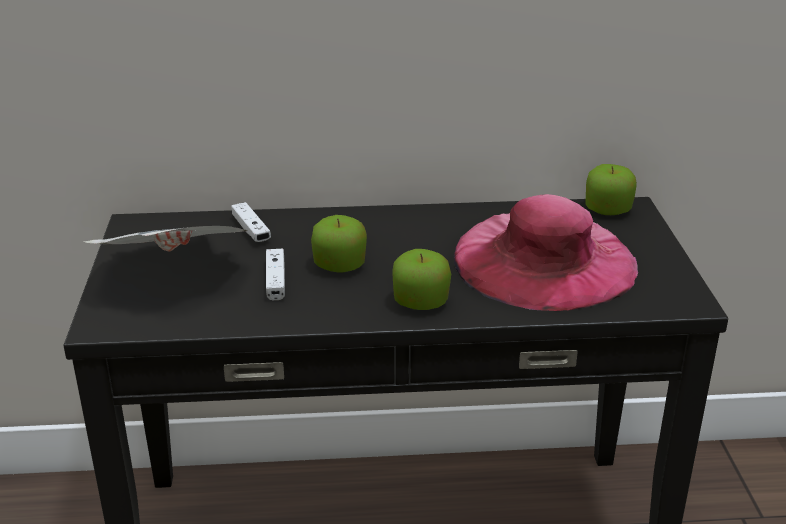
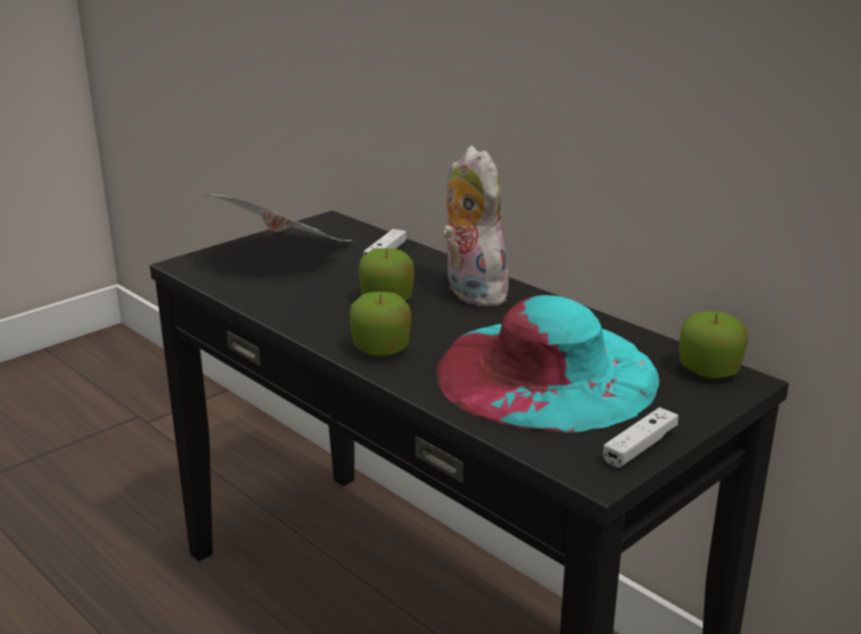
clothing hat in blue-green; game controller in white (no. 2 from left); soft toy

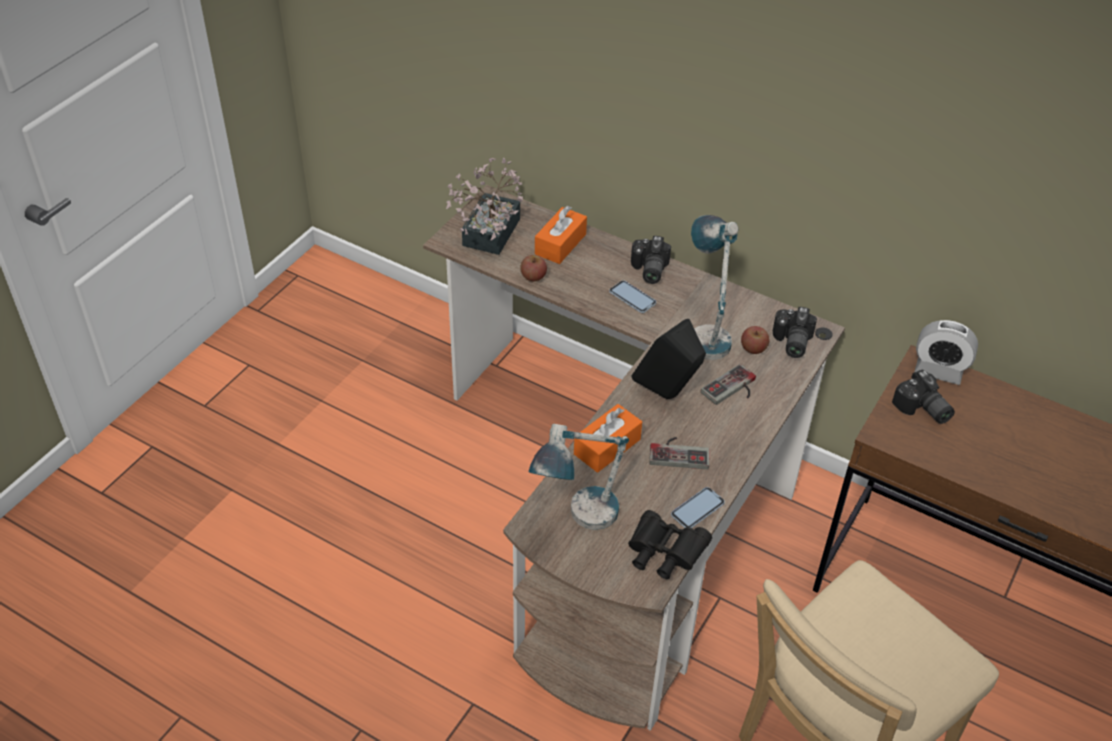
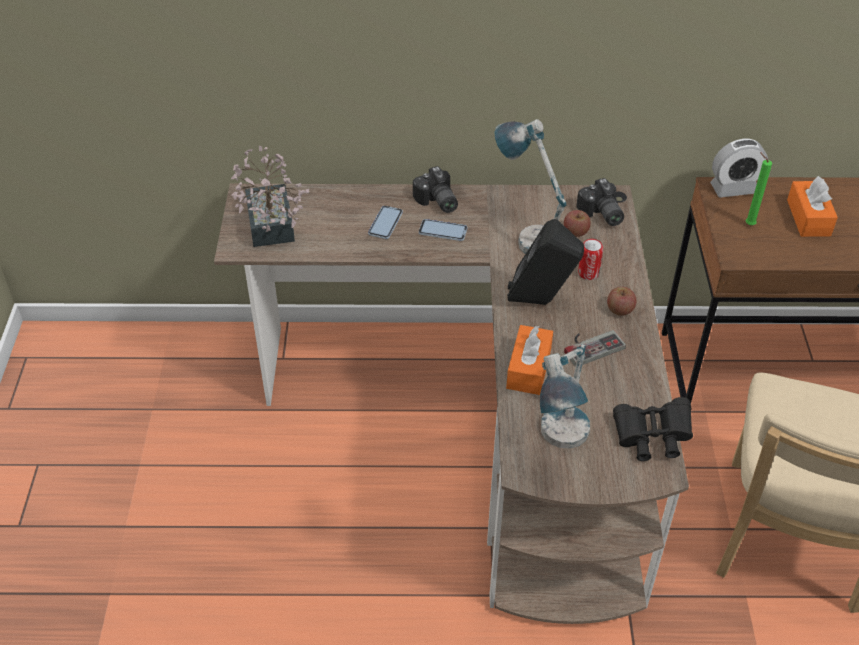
tissue box in orange (no. 2 from left); apple (no. 2 from left); can; wax candle in green-coloured; telephone (no. 1 from left)

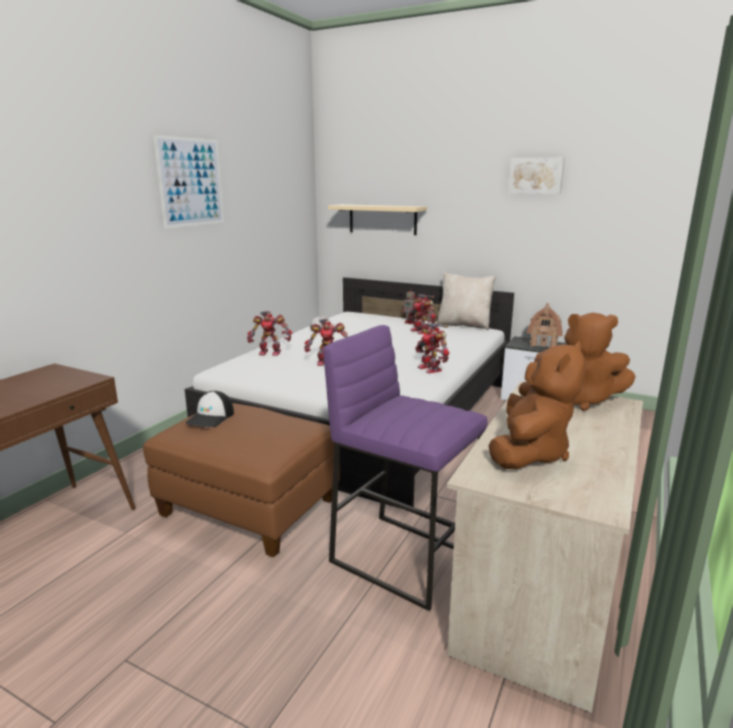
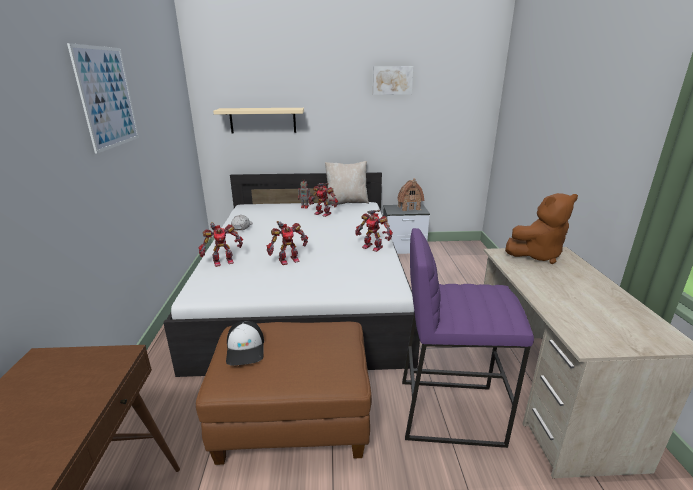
soft toy in brown-coloured (no. 1 from left in the first image)

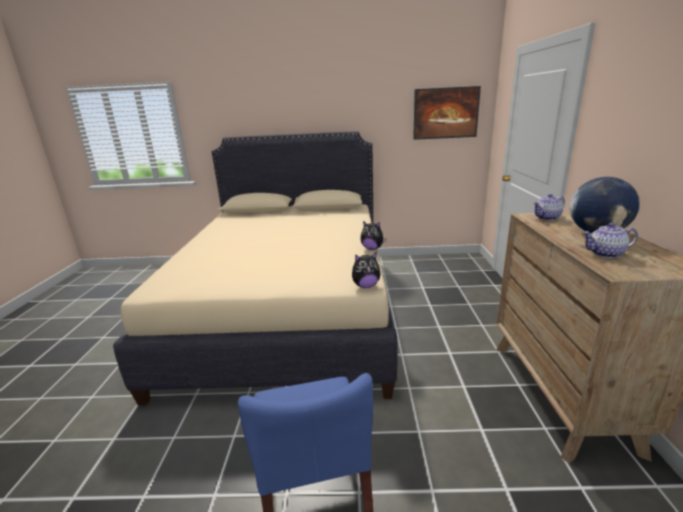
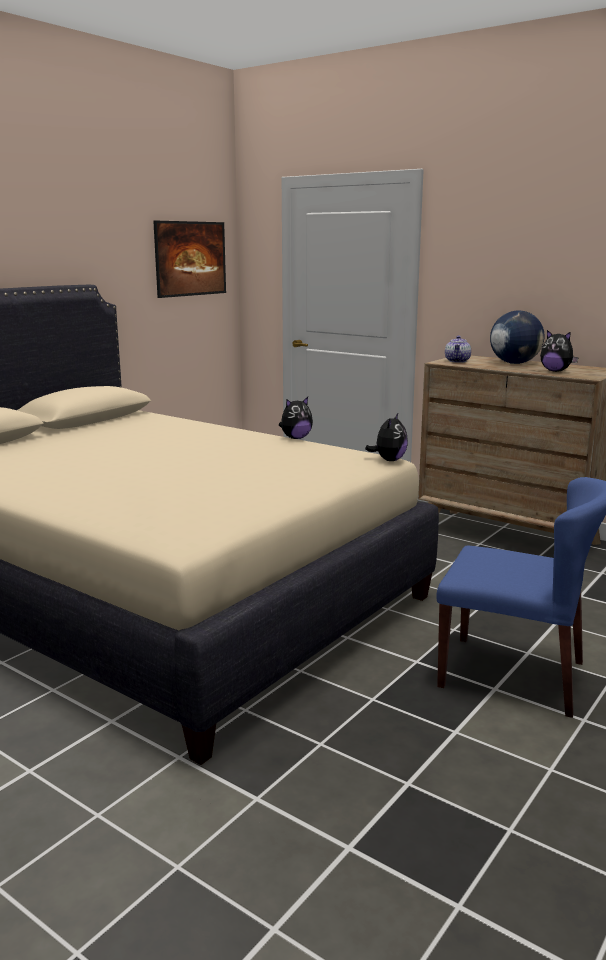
soft toy (no. 3 from left)

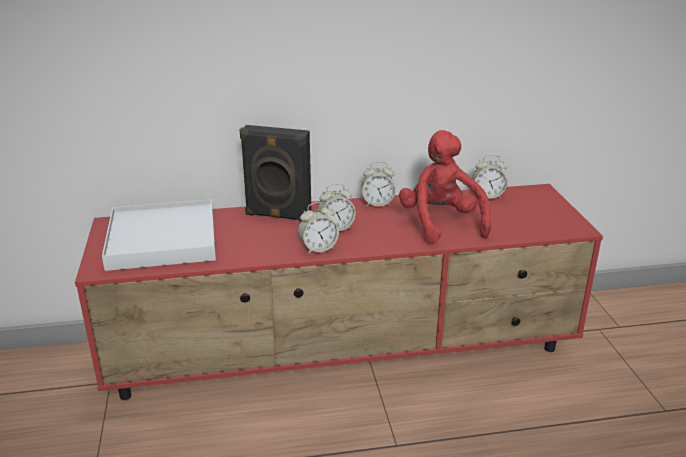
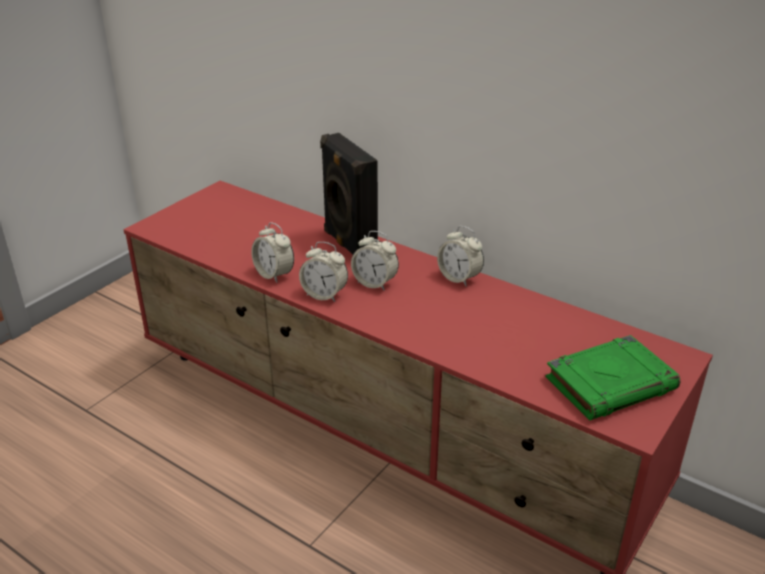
soft toy in red; bedside clock (no. 1 from left); carrying tray in white; volume in green-coloured

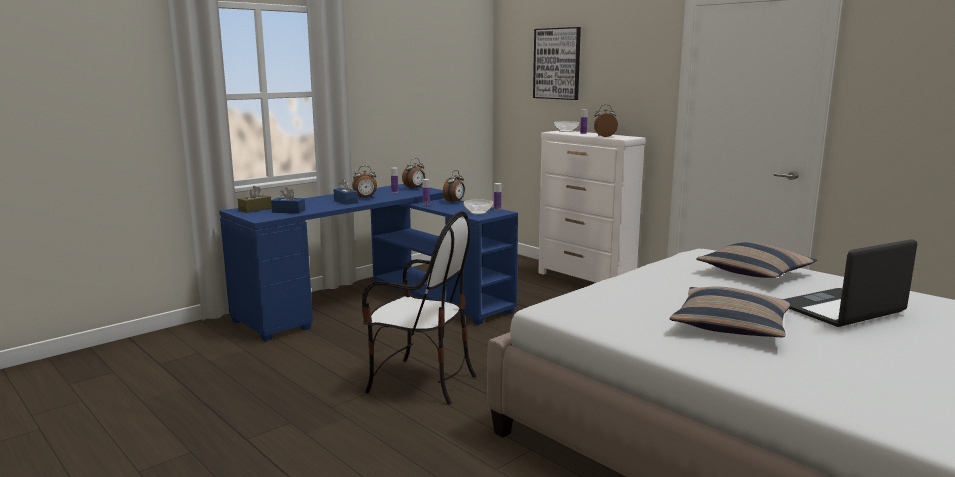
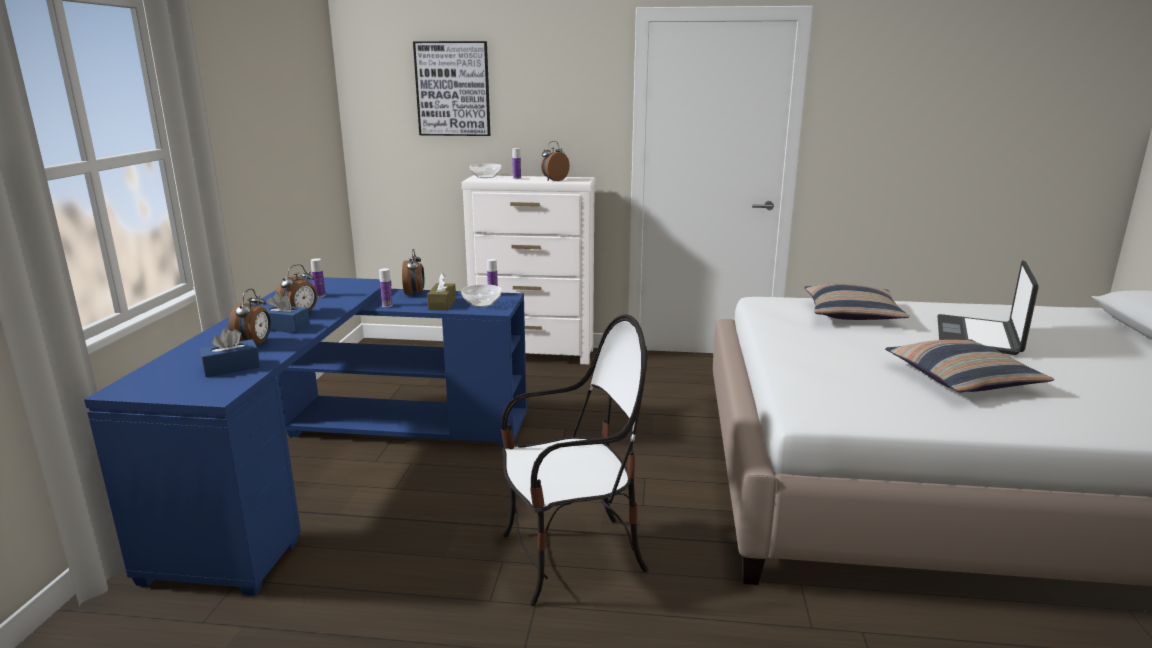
bedside clock (no. 1 from left); tissue box in brown-coloured

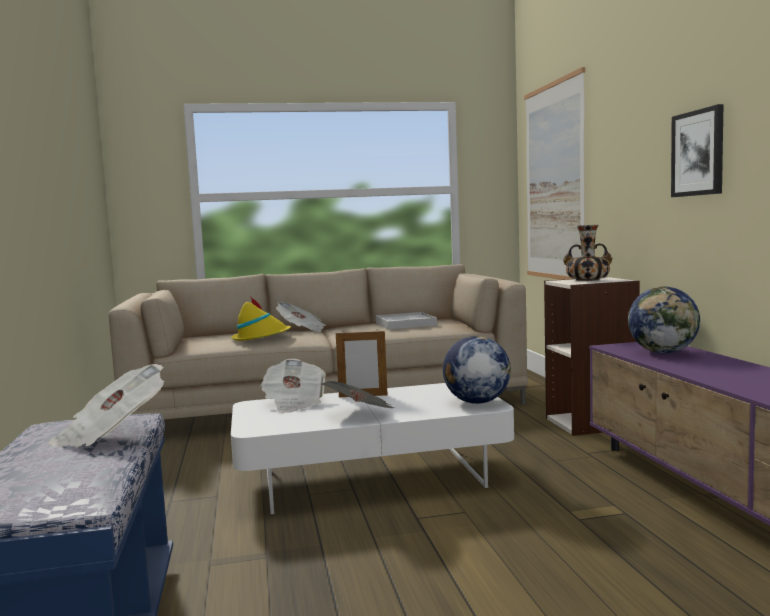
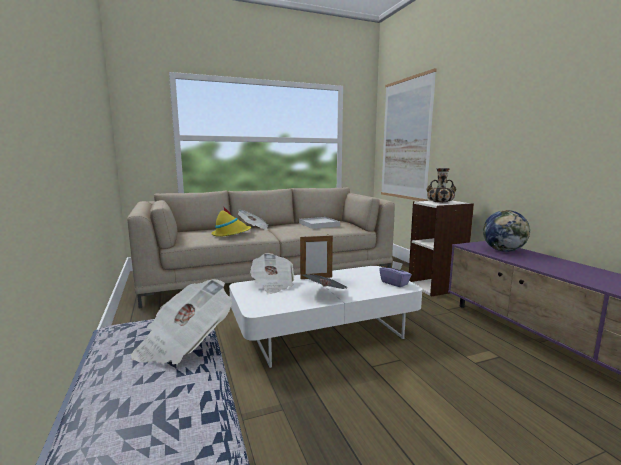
wall picture (no. 2 from left in the first image); tissue box in purplish

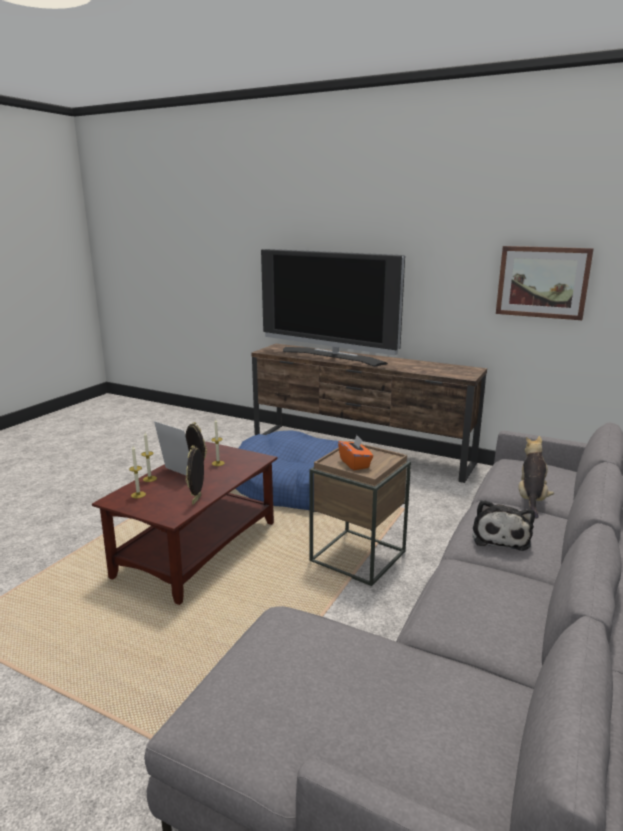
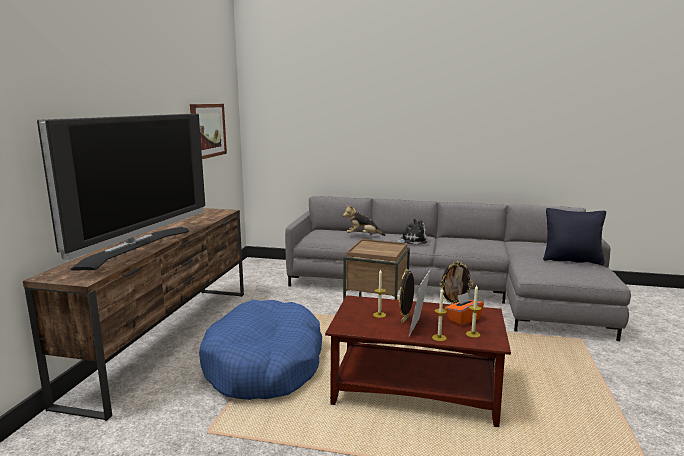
tissue box in orange; throw pillow in black-coloured

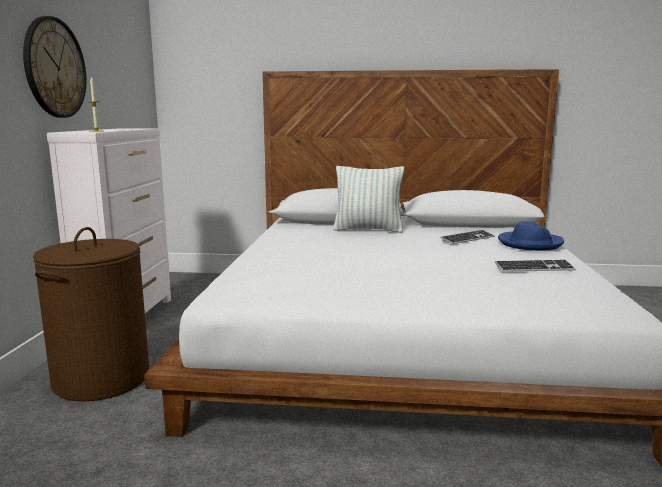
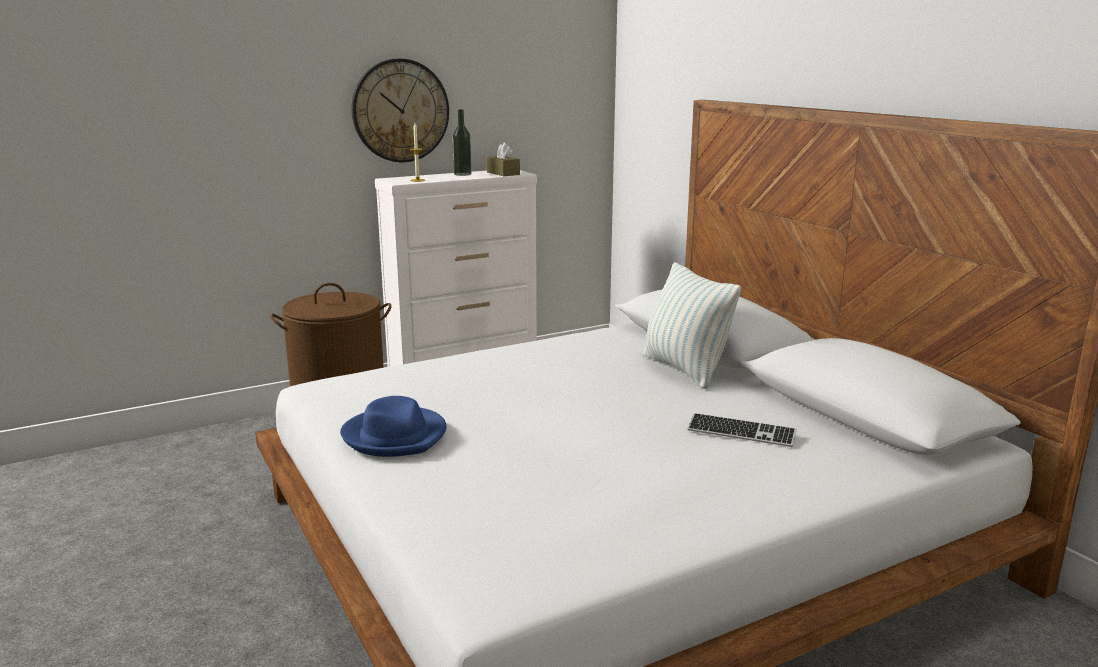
clothing hat in blue-coloured; computer keyboard (no. 2 from left in the first image); bottle; tissue box in brown-coloured

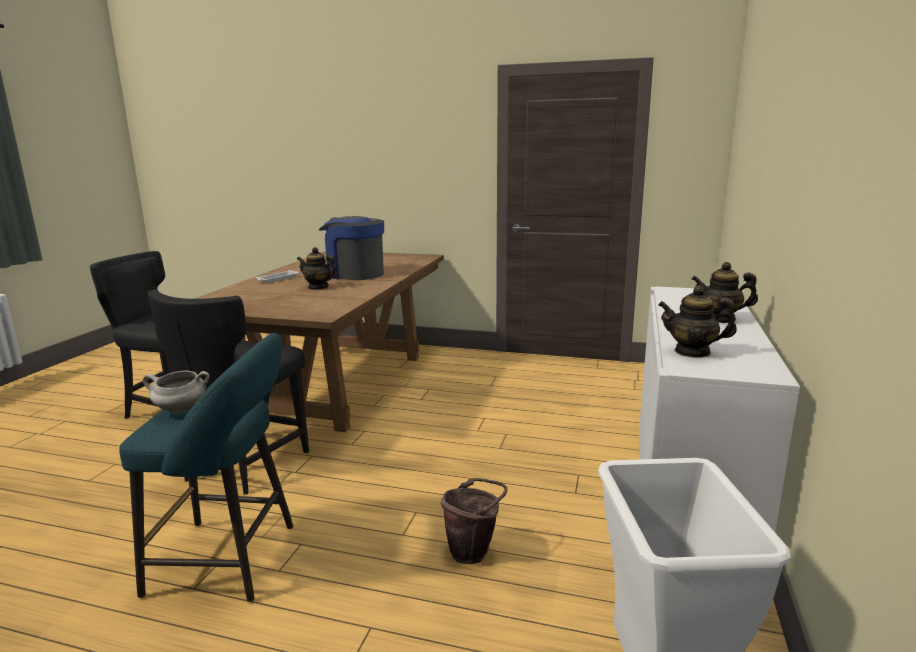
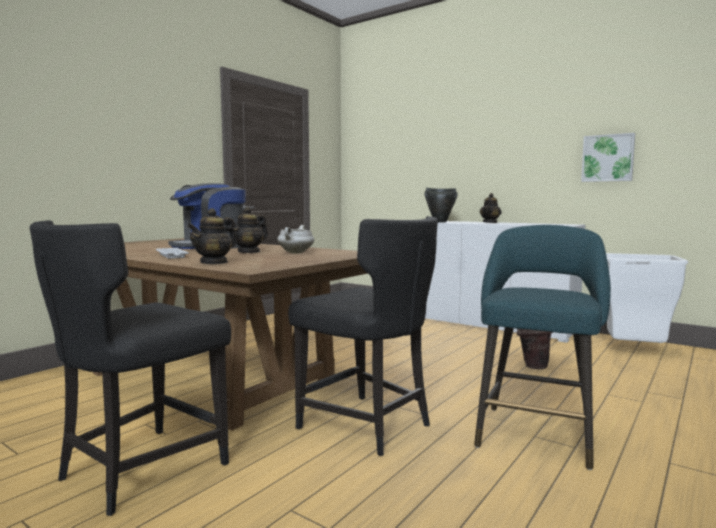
pot for tea (no. 1 from left); cooking pot in white; wall picture; cooking pot in black-coloured

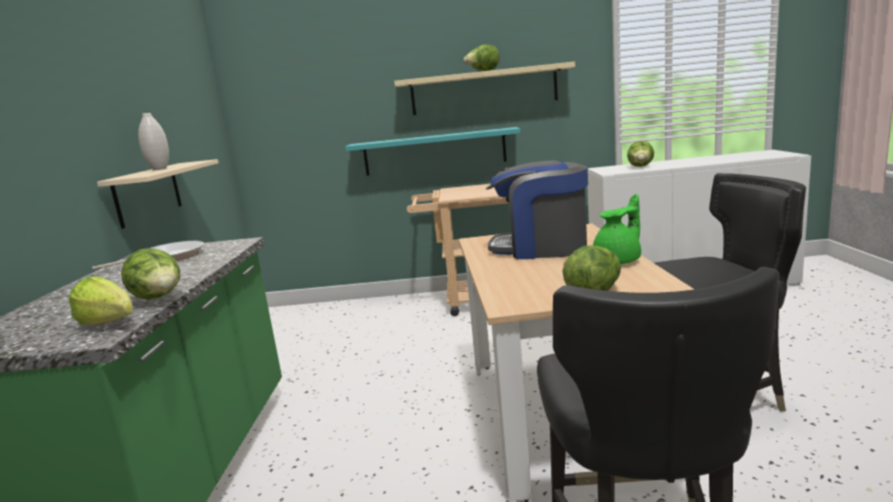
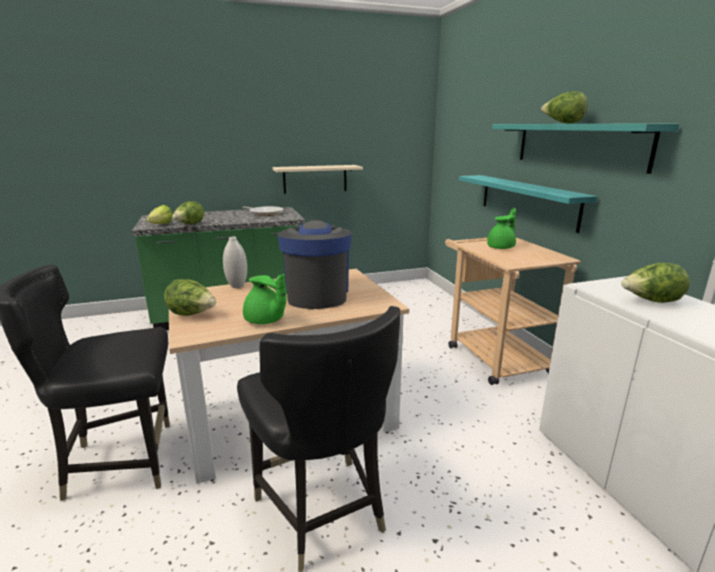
bracket shelf in blue-green (no. 2 from left); decorative vase in white; pot for tea in green-coloured (no. 2 from left)

